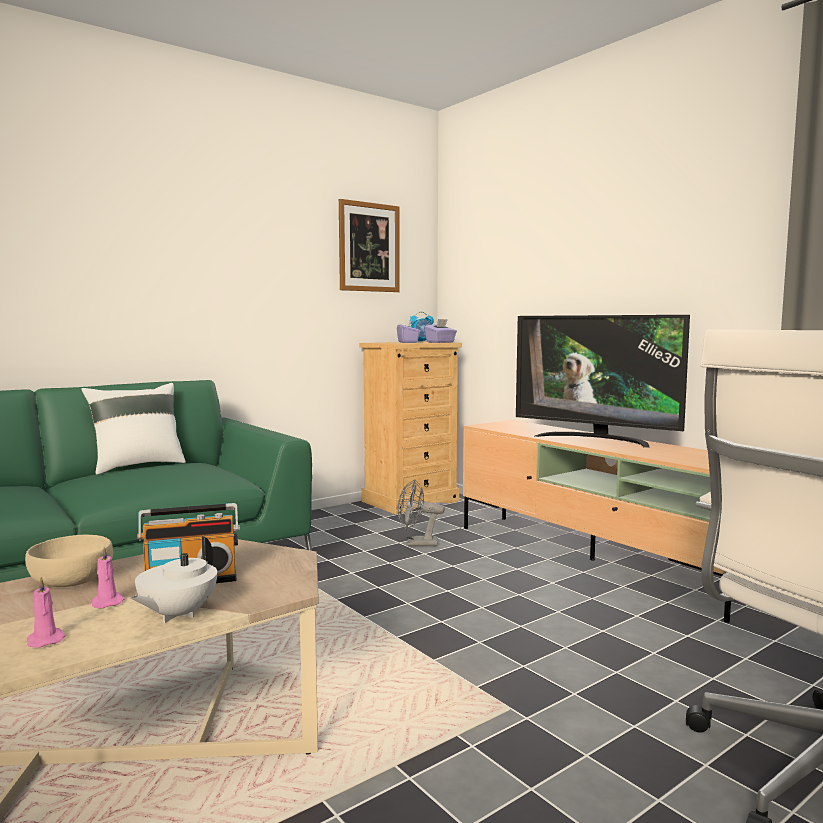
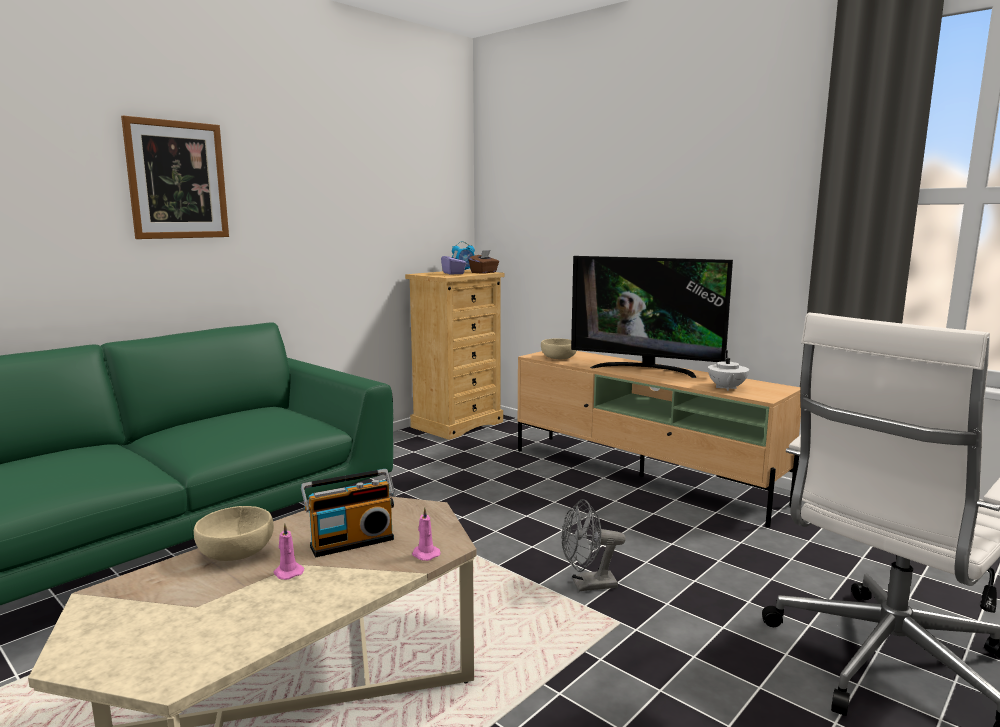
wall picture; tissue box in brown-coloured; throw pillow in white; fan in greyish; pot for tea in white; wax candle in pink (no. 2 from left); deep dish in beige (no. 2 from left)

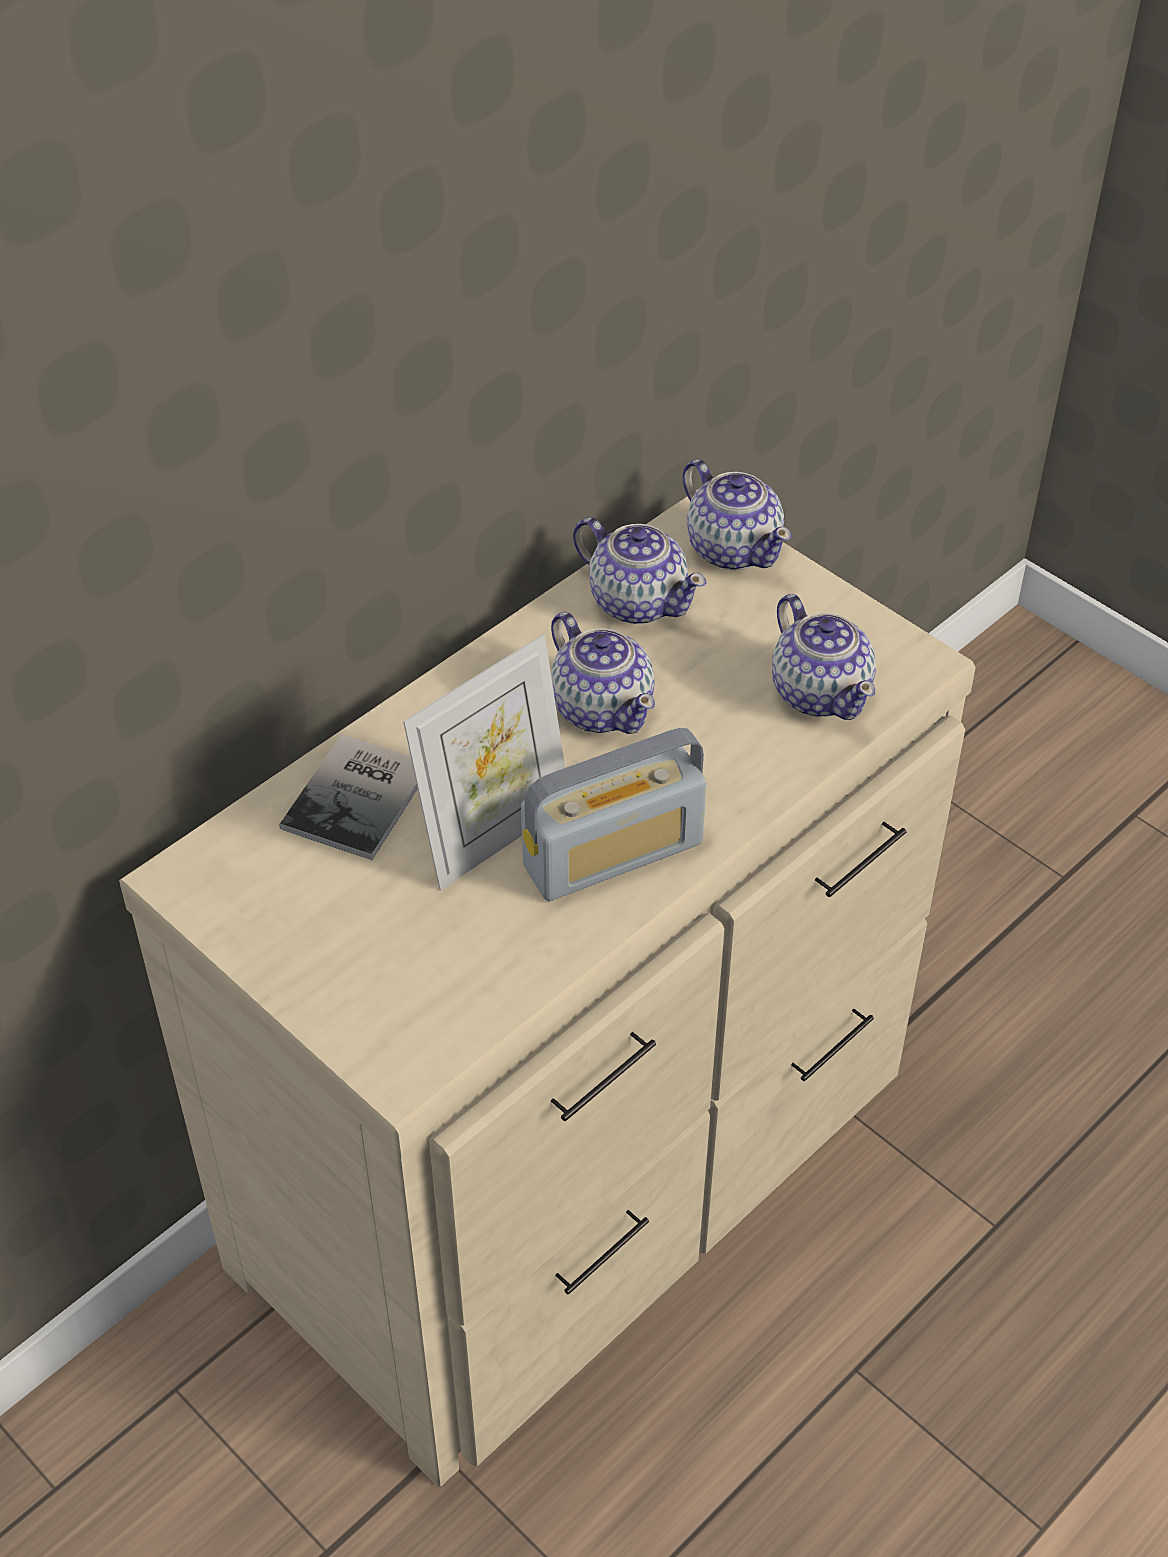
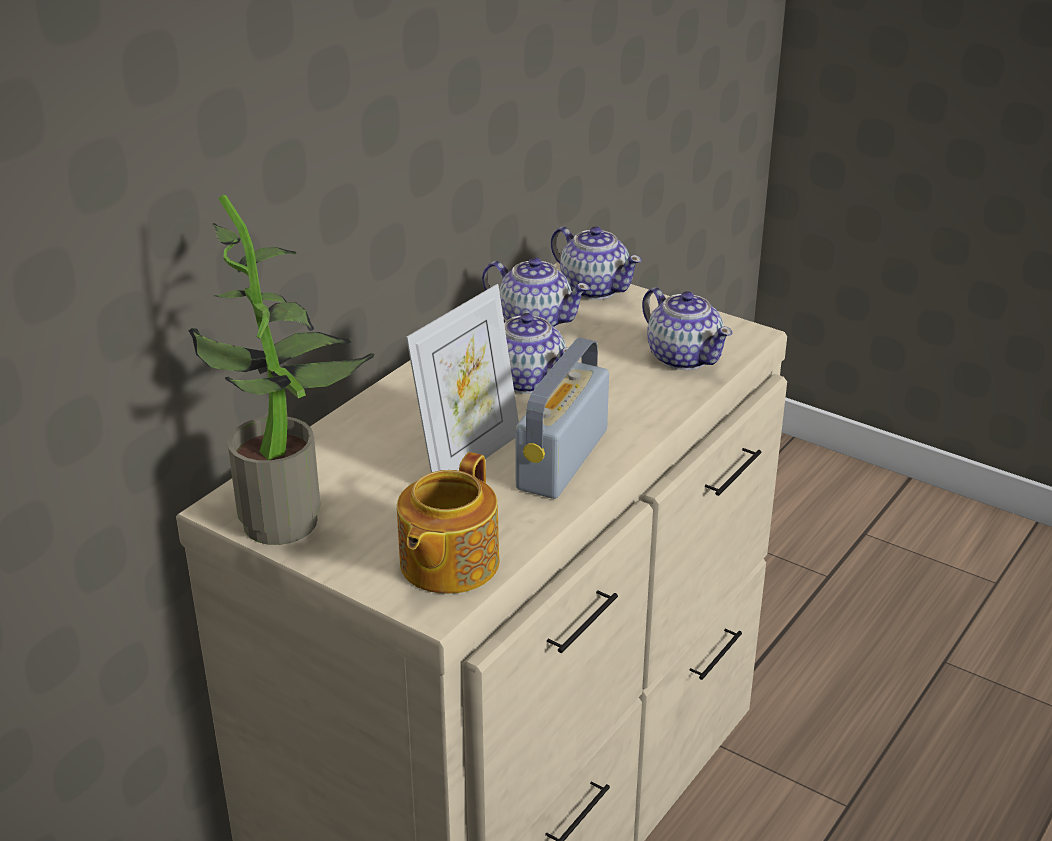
radio; volume; plant in a pot; pot for tea (no. 1 from left)

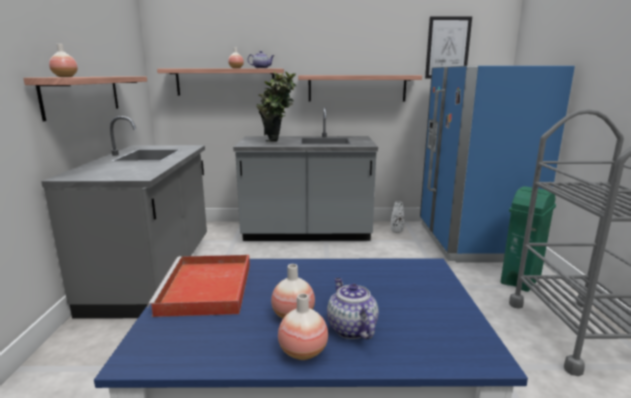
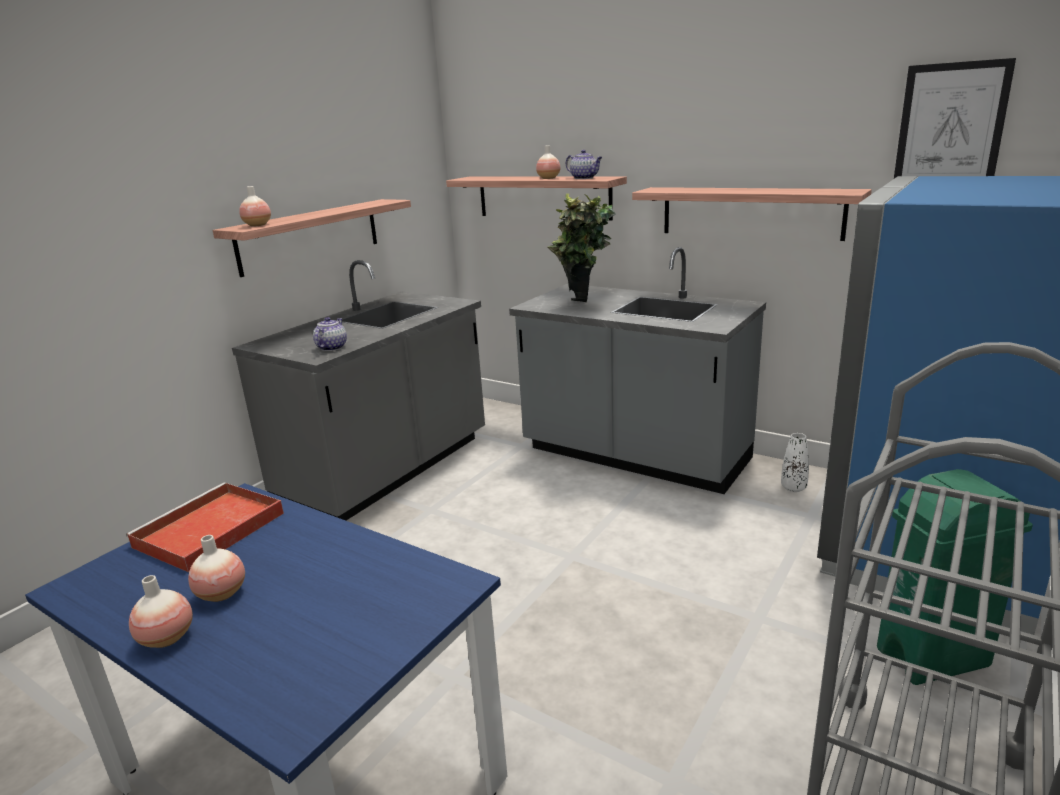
pot for tea (no. 1 from left)

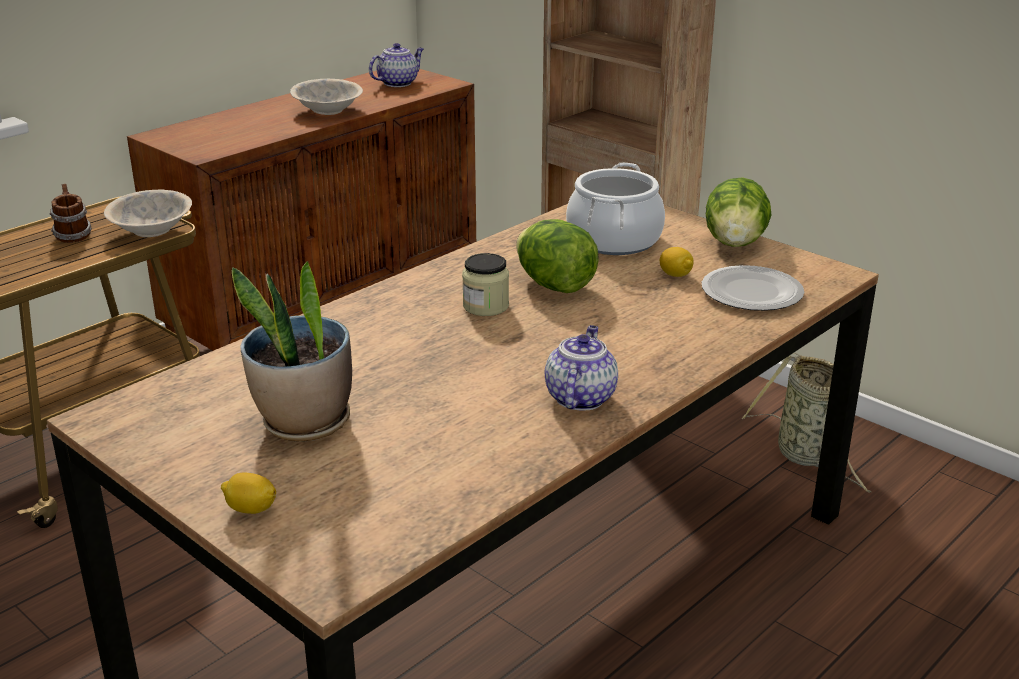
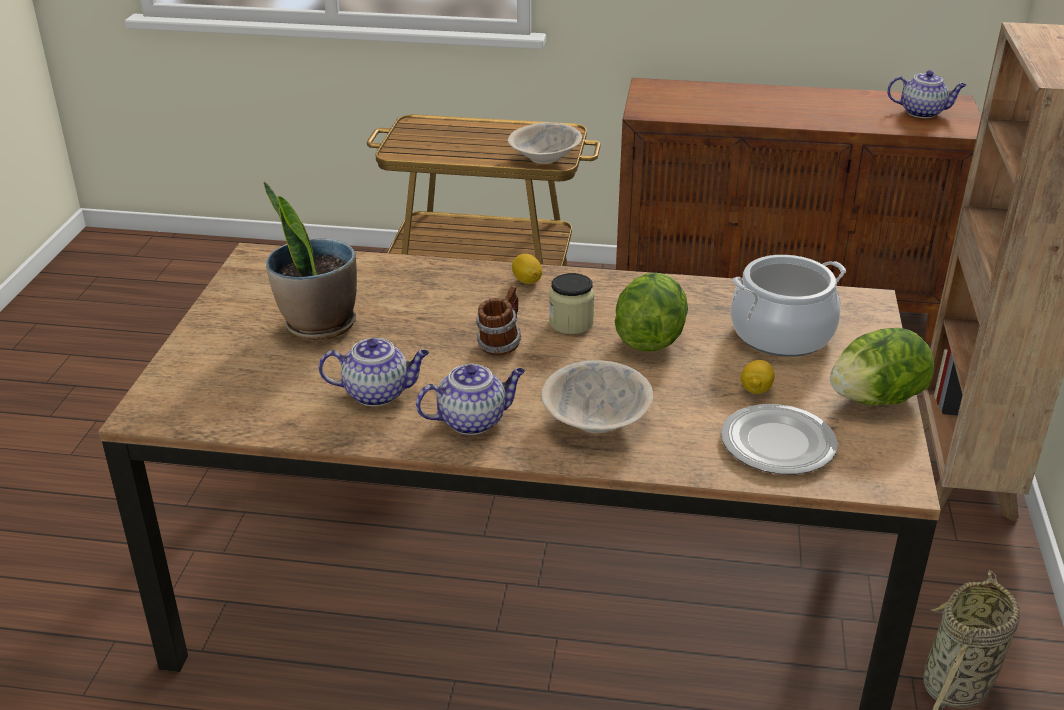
deep dish in beige (no. 2 from left); coffee mug; citrus fruit (no. 1 from left); pot for tea (no. 1 from left)

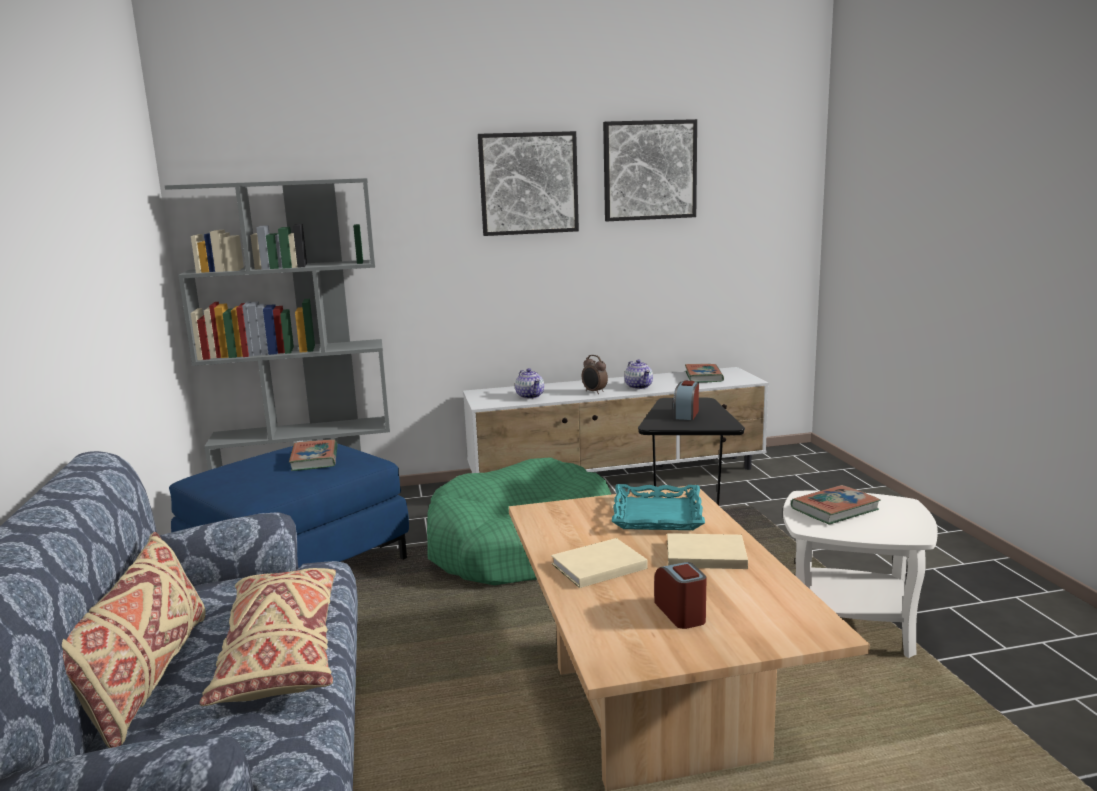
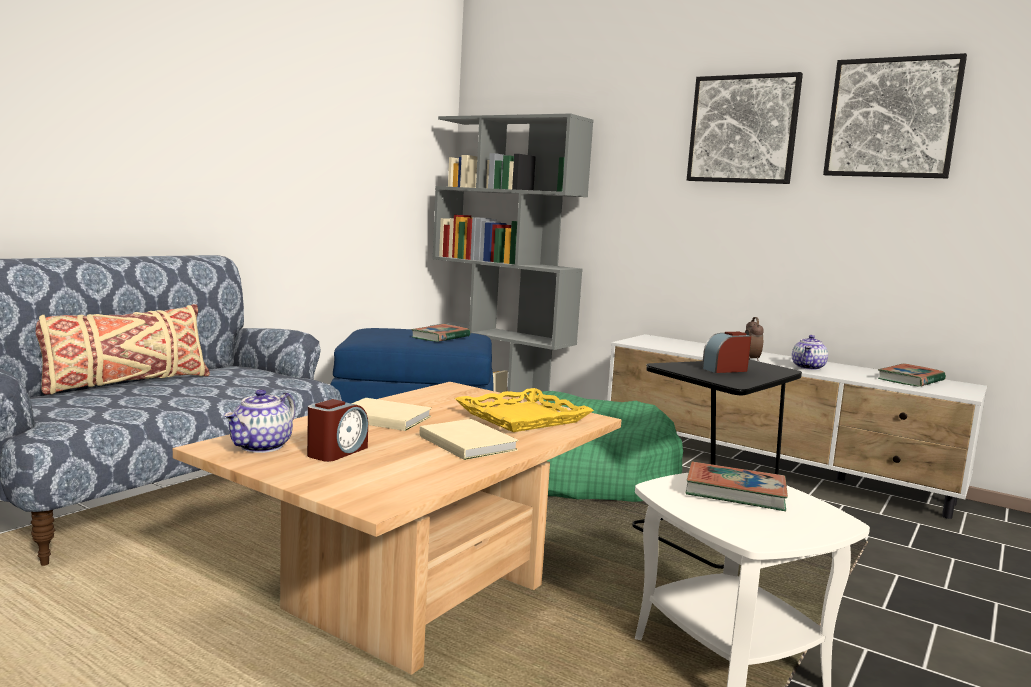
pot for tea (no. 1 from left); carrying tray in yellowish; throw pillow in beige (no. 2 from left in the first image)

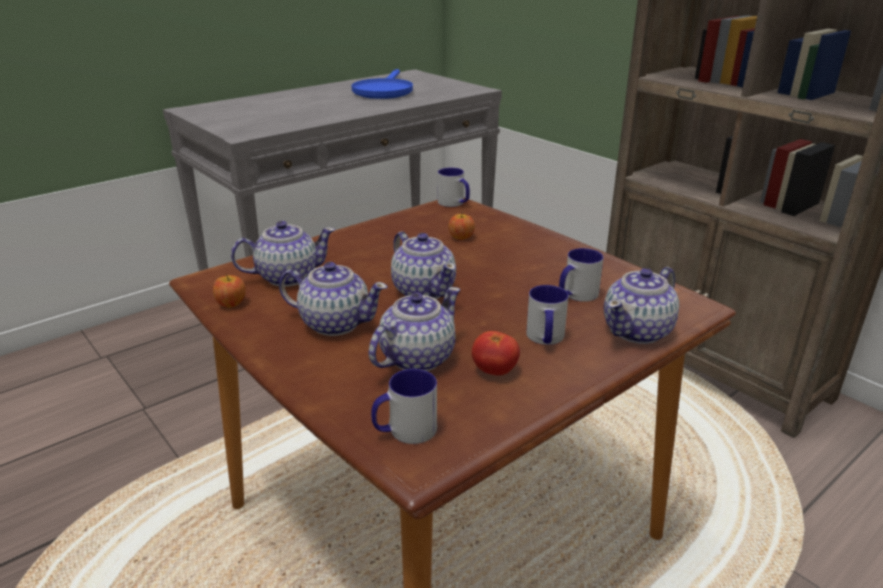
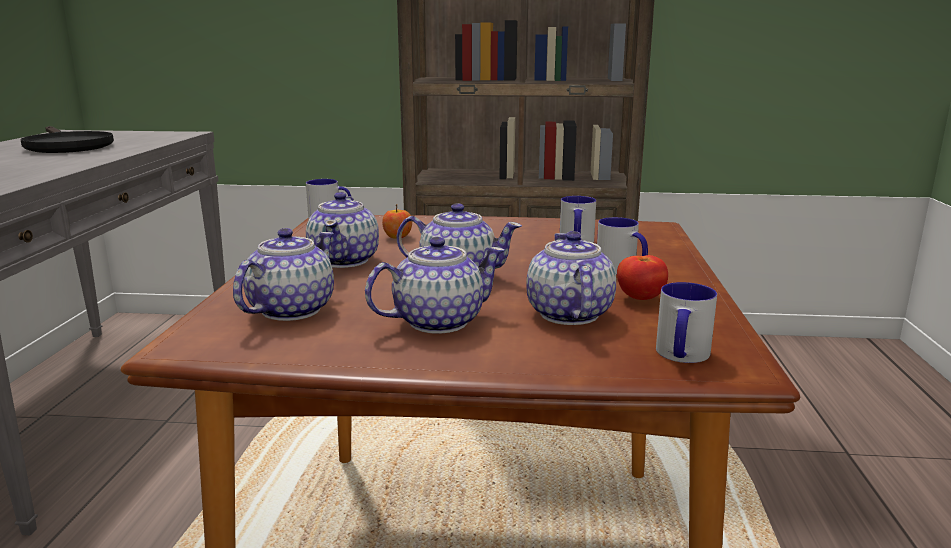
pan in black-coloured; pot for tea (no. 2 from left); apple (no. 1 from left in the first image)

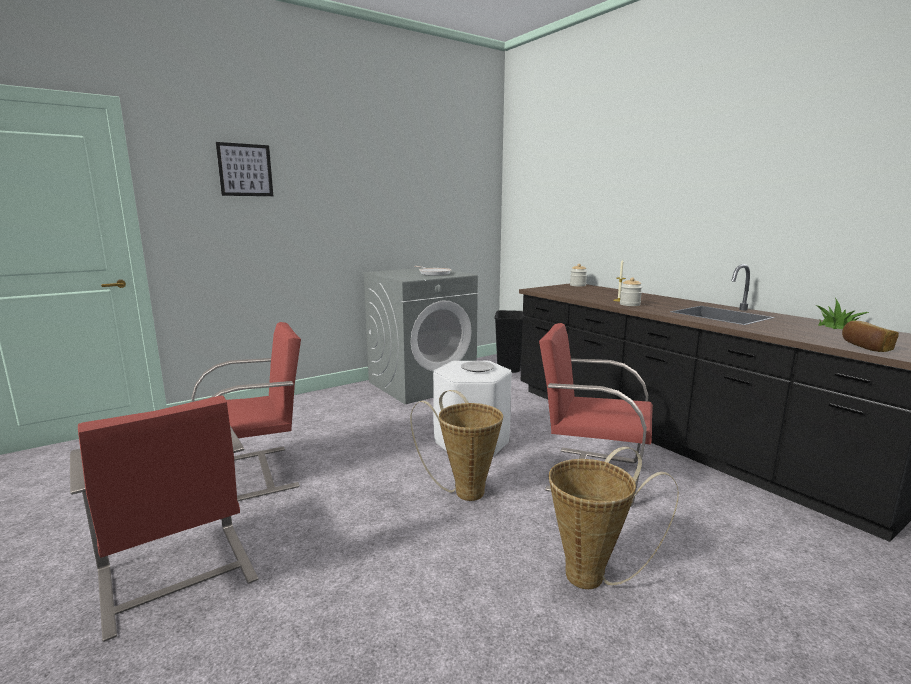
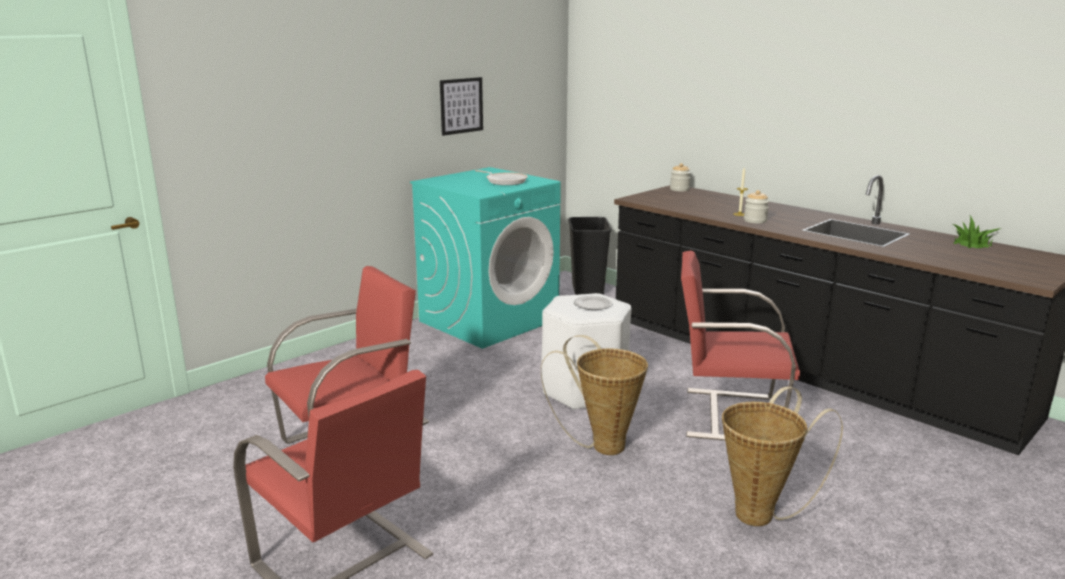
wall picture; laundry appliance in blue-green; baked bread

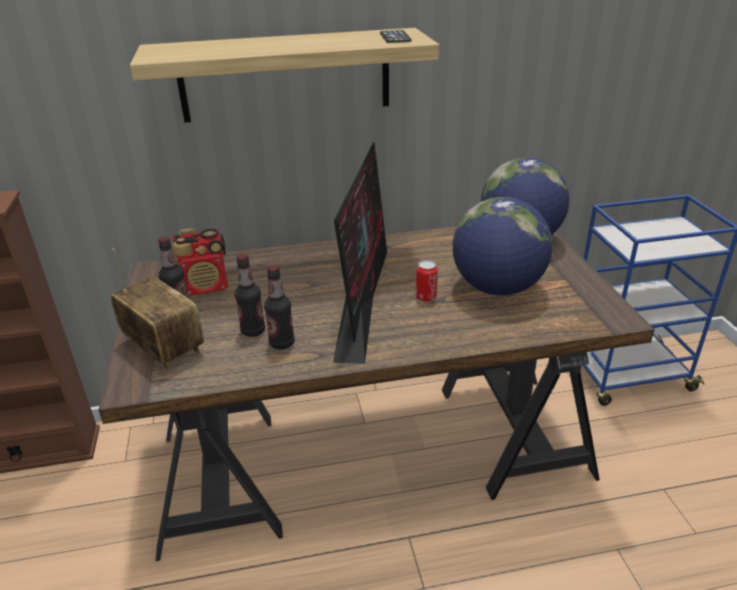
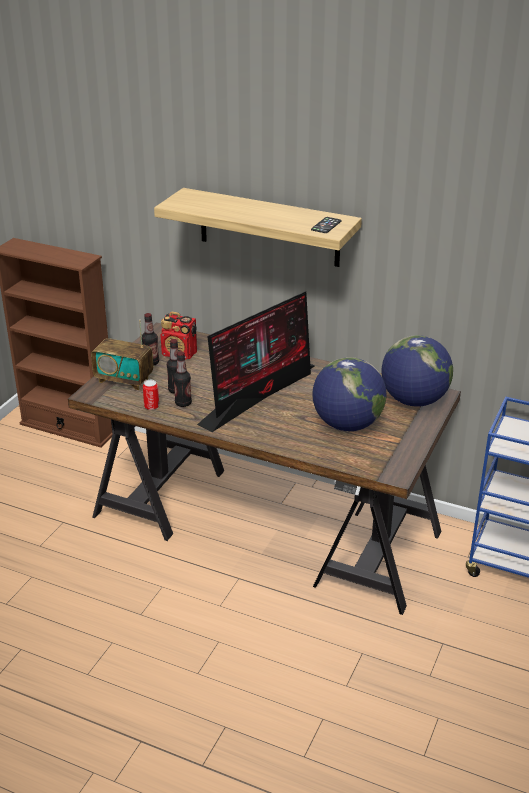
radio (no. 1 from left); can

